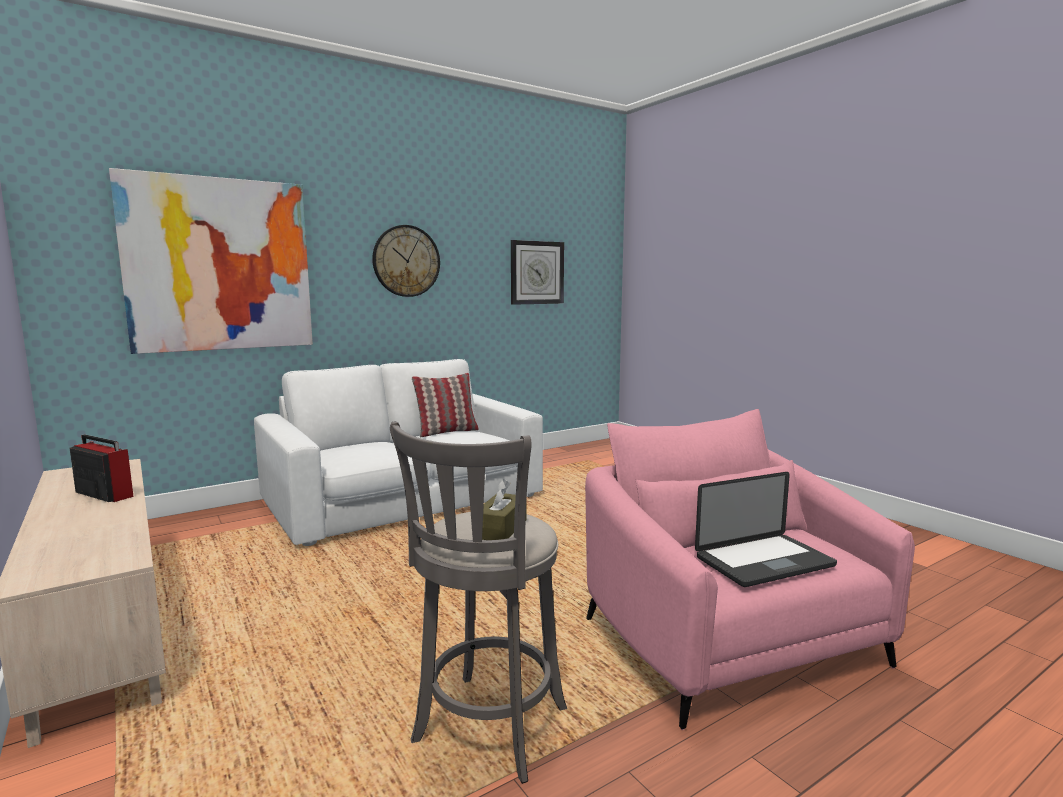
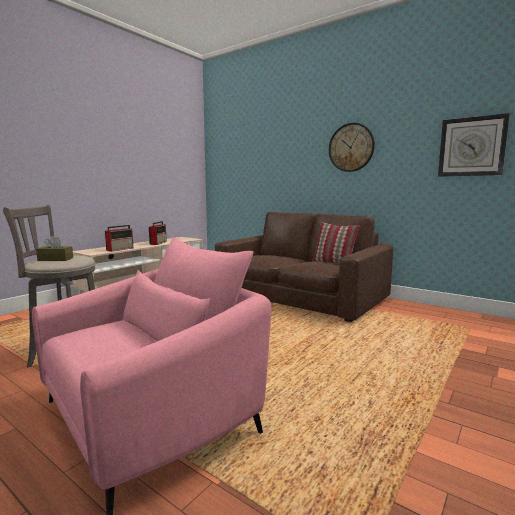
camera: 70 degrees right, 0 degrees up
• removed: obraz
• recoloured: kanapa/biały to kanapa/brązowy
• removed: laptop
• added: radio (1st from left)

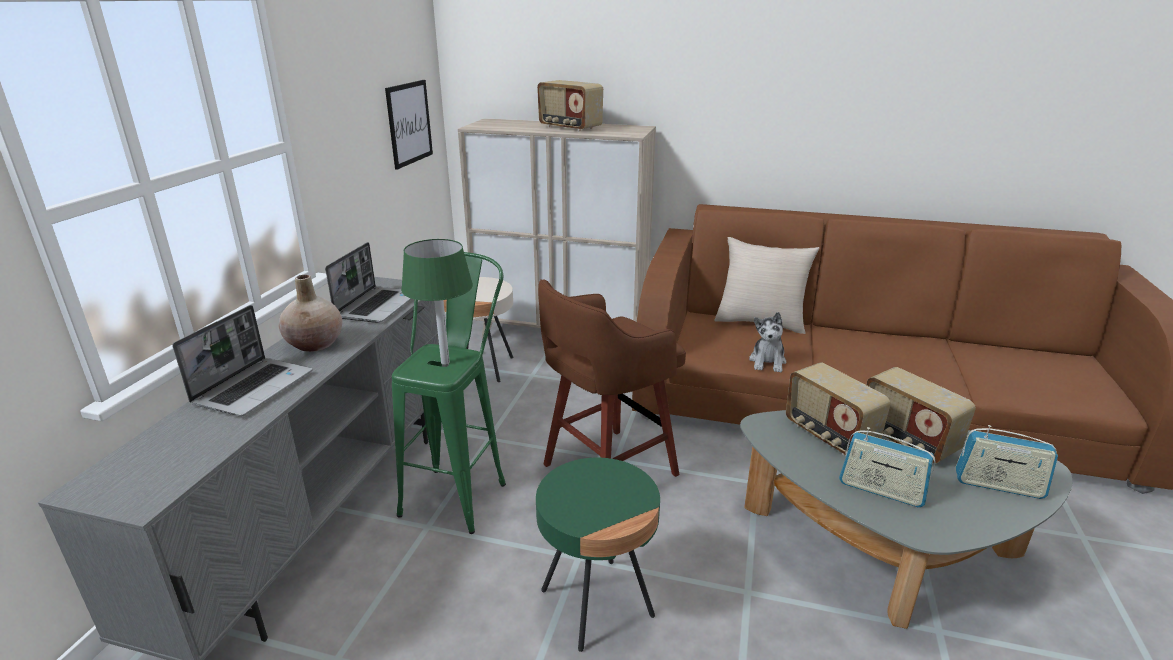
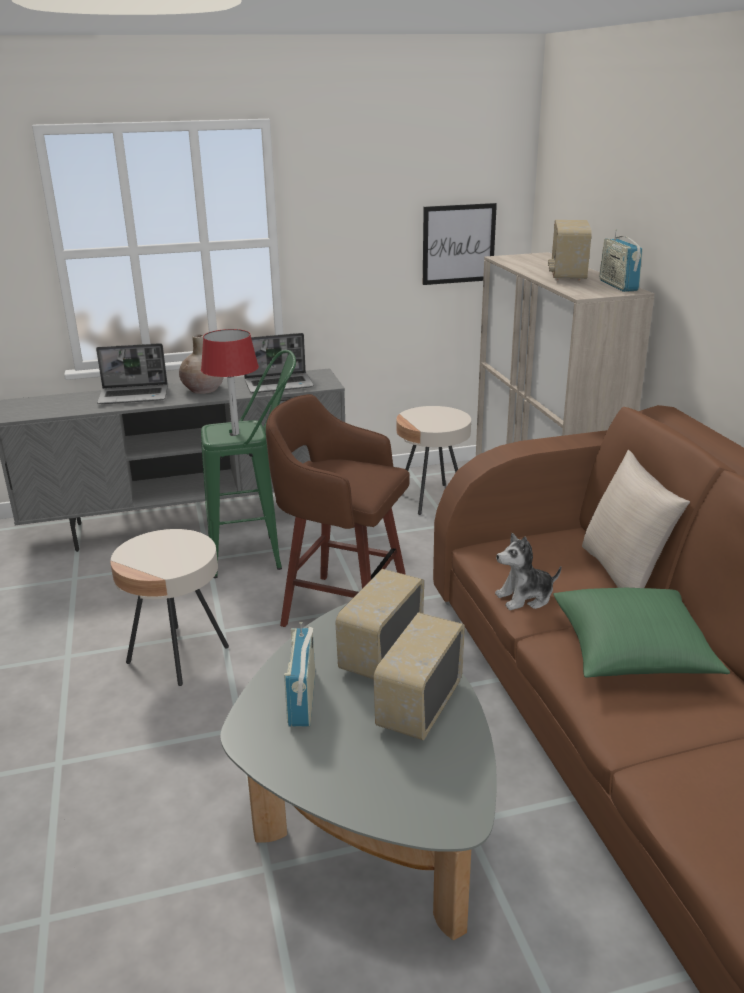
camera: 60 degrees right, 0 degrees up
• recoloured: lampa stołowa/zielony to lampa stołowa/czerwony
• recoloured: stolik/zielony to stolik/beżowy (1st from left)
• moved: radio (5th from left)
• added: poduszka/zielony

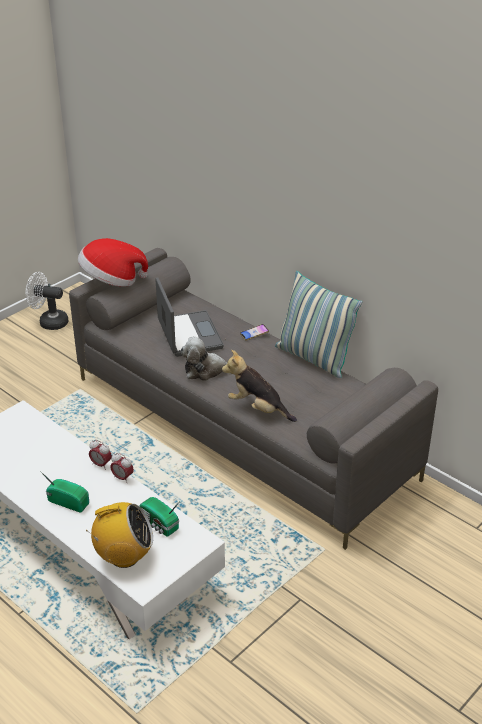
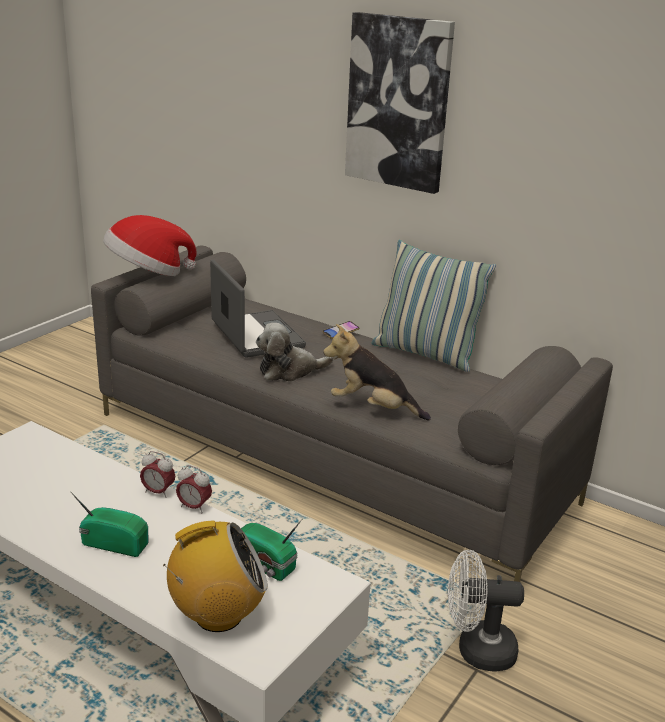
camera: 10 degrees left, 10 degrees down
• moved: wentylator/biały
• added: obraz

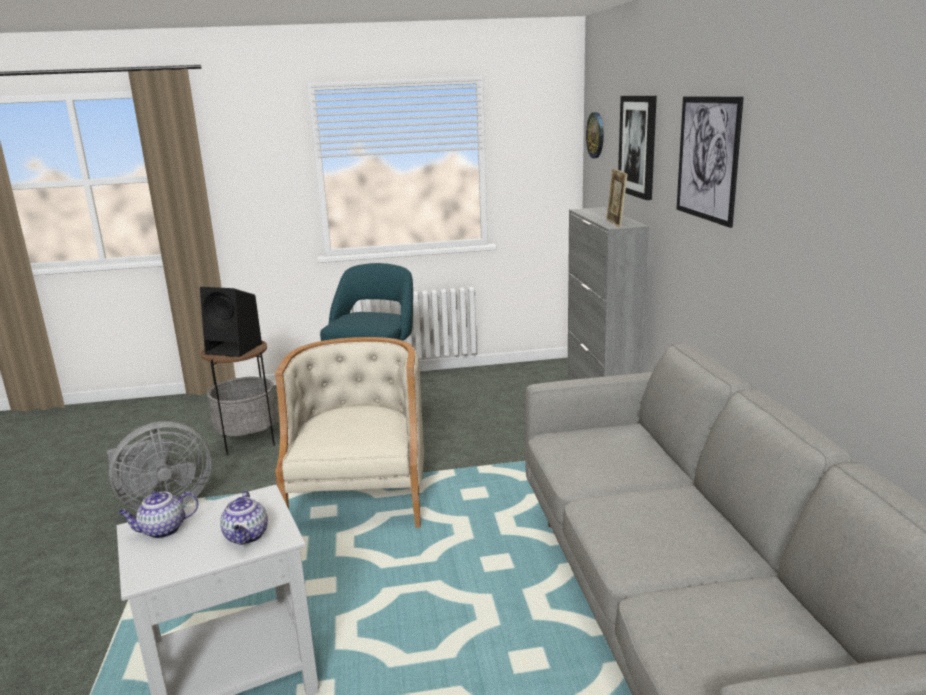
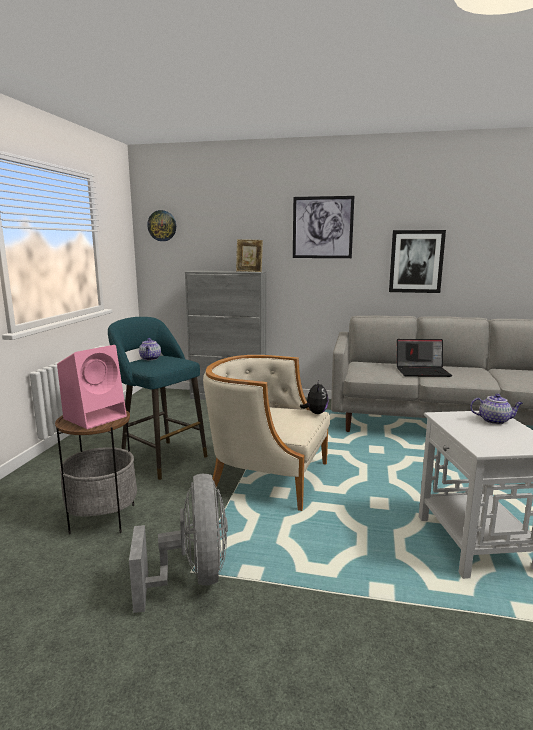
camera: 70 degrees left, 5 degrees down
• moved: imbryk (1st from left)
• recoloured: głośnik/czarny to głośnik/różowy
• moved: obraz (1st from left in the first image) to obraz (2nd from left)
• added: pluszak
• added: laptop

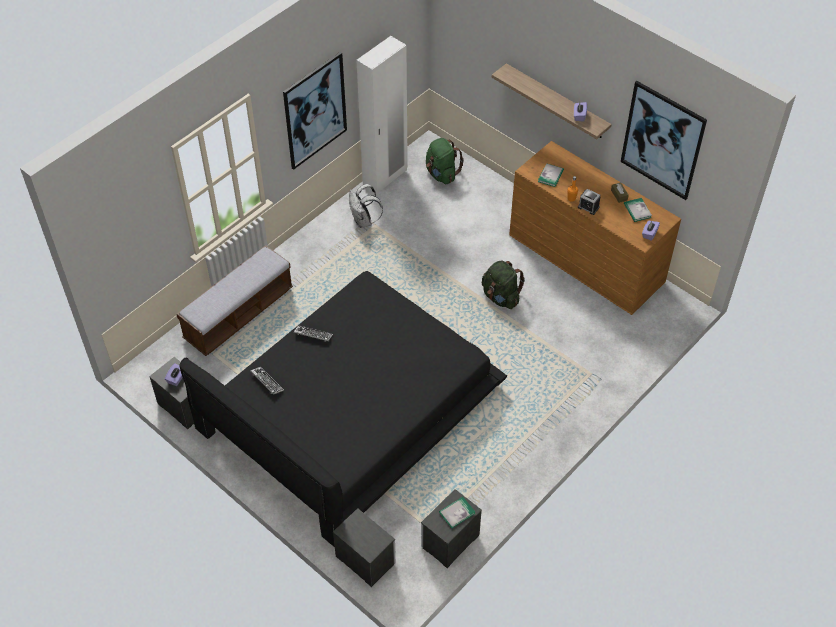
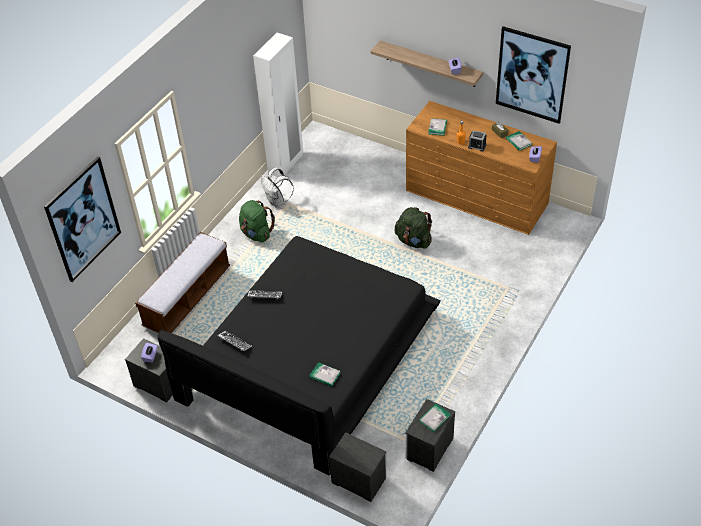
camera: 10 degrees left, 5 degrees down
• moved: obraz (1st from left)
• moved: plecak/zielony (1st from left)
• added: książka (1st from left)

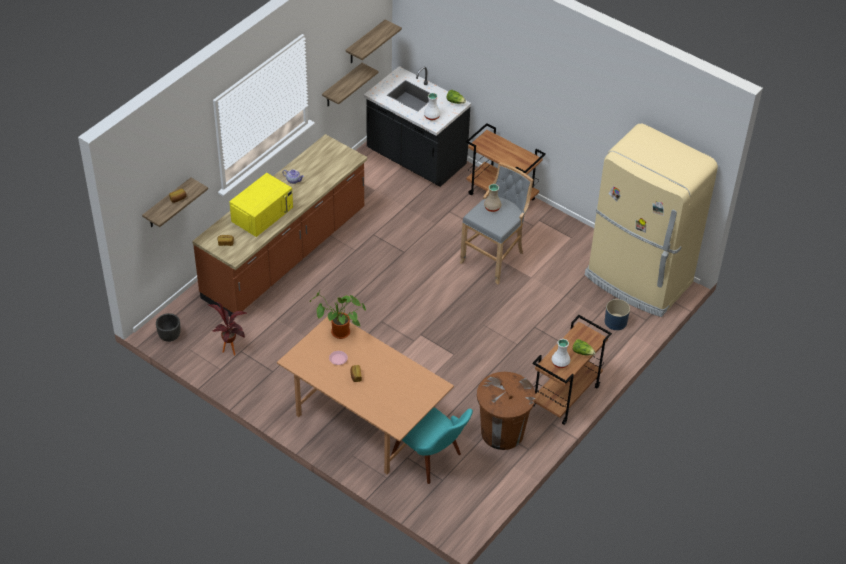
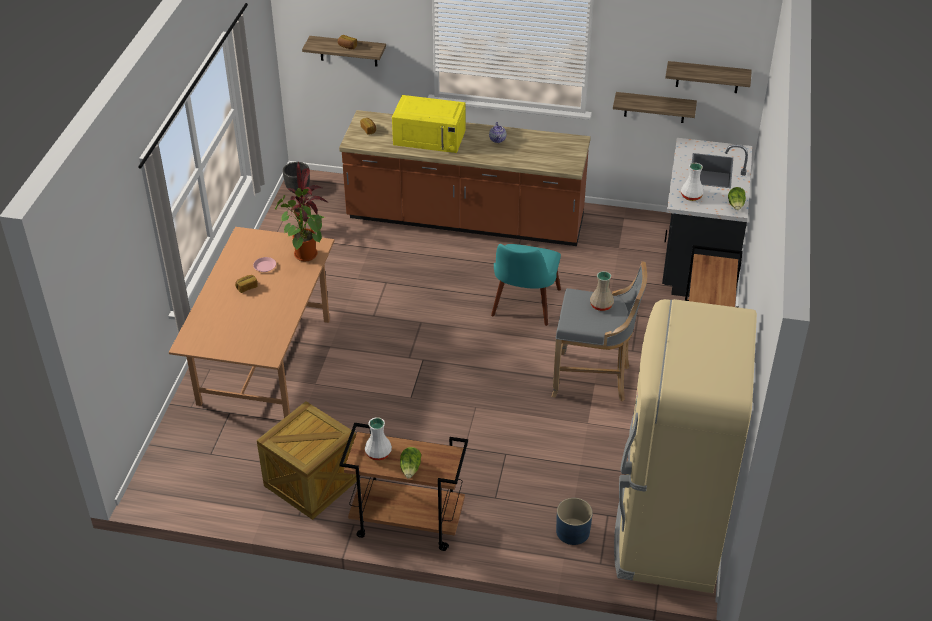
camera: 65 degrees right, 5 degrees down
• moved: krzesło/turkusowy
• replaced: kosz na śmieci/brązowy to skrzynka

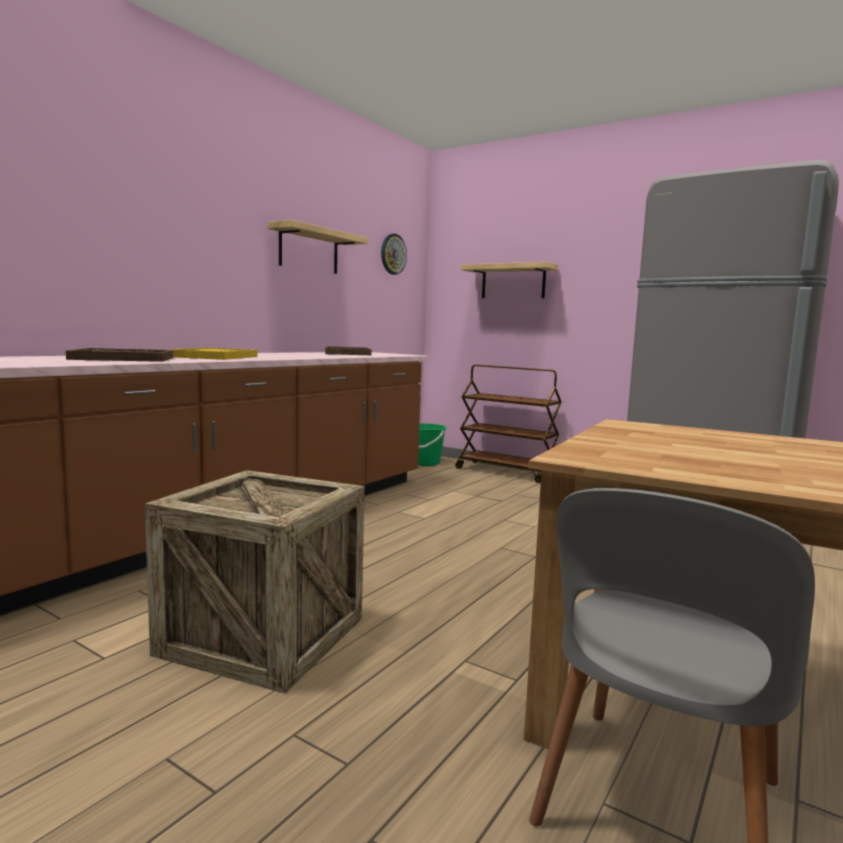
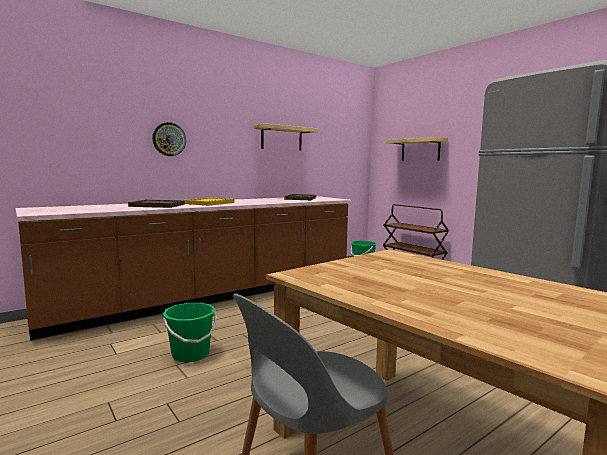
camera: 20 degrees right, 0 degrees up
• replaced: skrzynka to wiadro/zielony (1st from left)
• moved: zegar ścienny

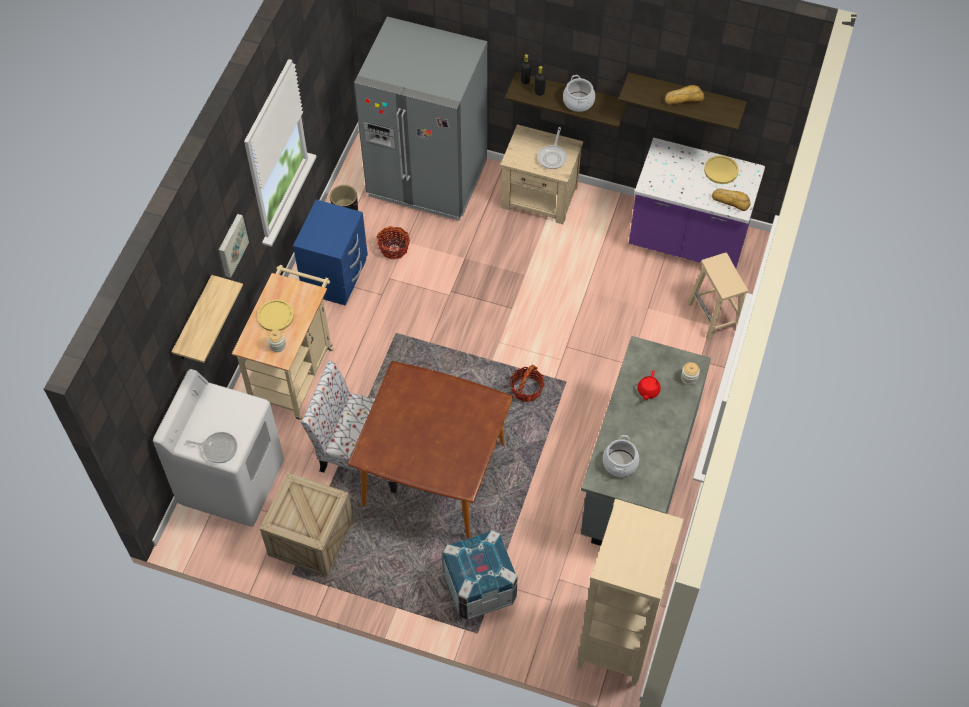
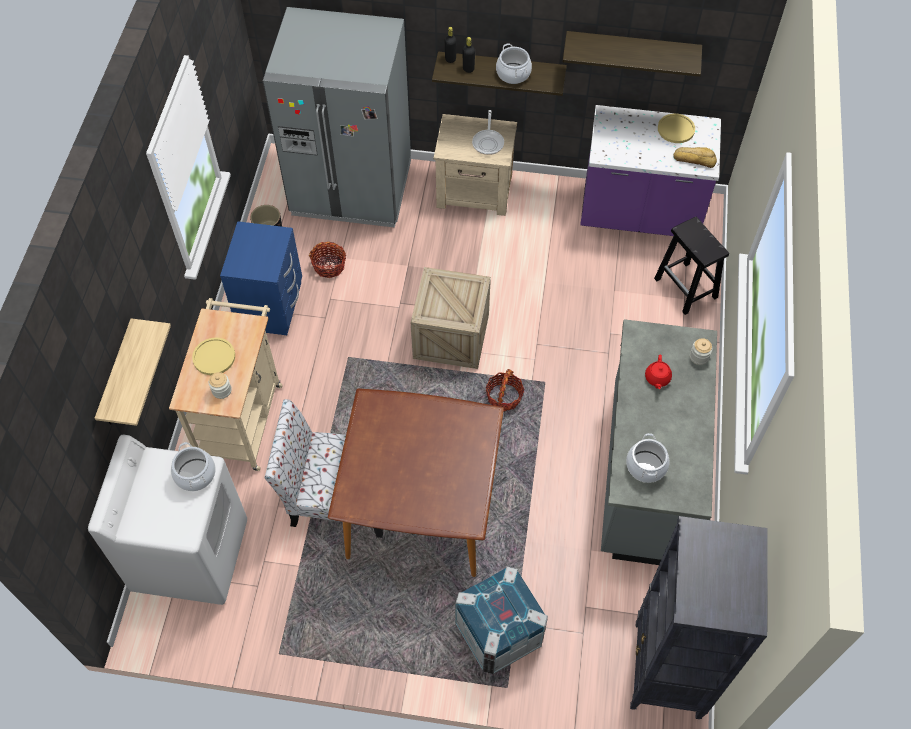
camera: 10 degrees left, 0 degrees up
• removed: patelnia (1st from left)
• removed: obraz
• moved: skrzynka (1st from left)
• recoloured: regał/beżowy to regał/czarny
• removed: chleb (1st from left)
• recoloured: stołek/beżowy to stołek/czarny
• added: garnek (1st from left)

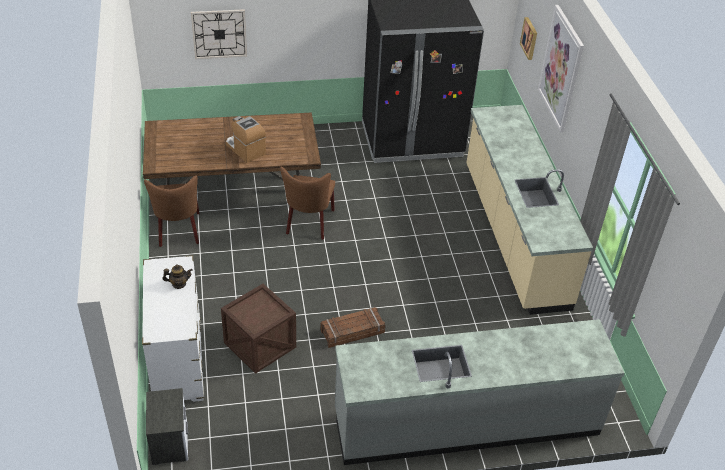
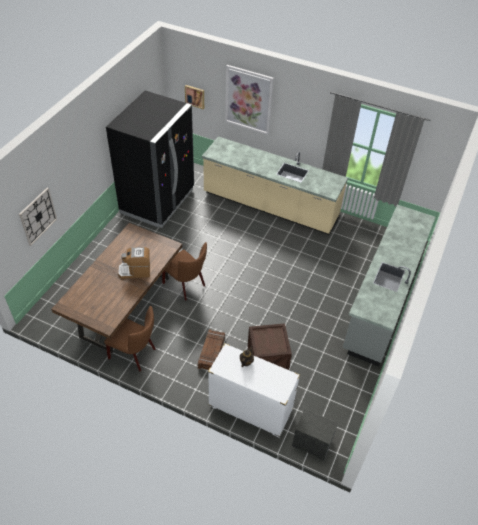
camera: 55 degrees left, 5 degrees up
• moved: skrzynka (2nd from left in the first image) to skrzynka (1st from left)

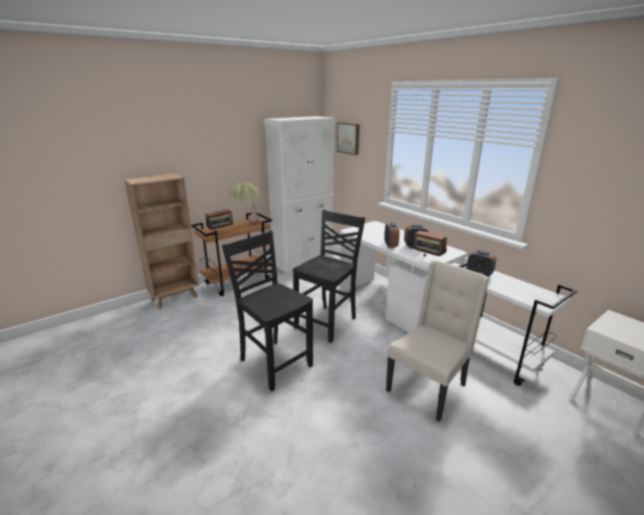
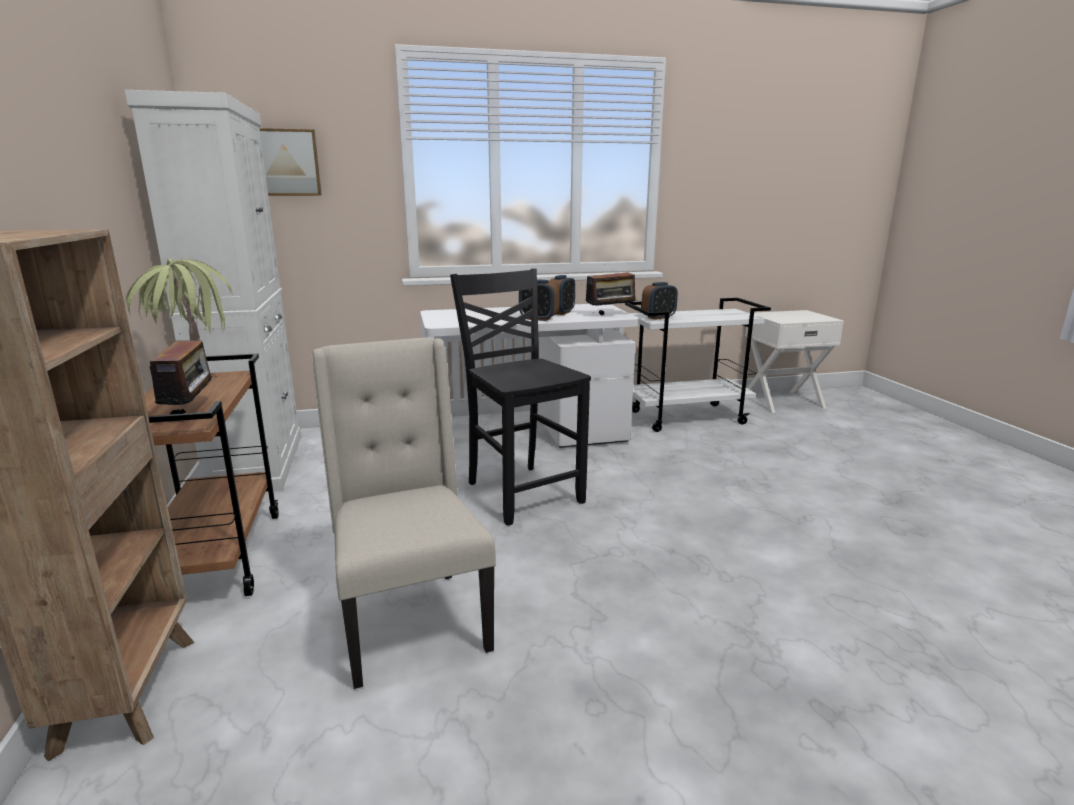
camera: 65 degrees left, 5 degrees down
• removed: krzesło/czarny (1st from left)
• moved: krzesło/beżowy

